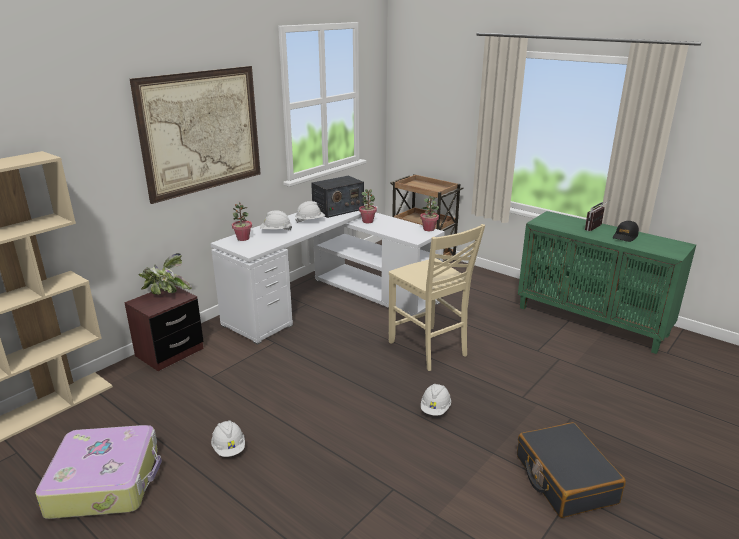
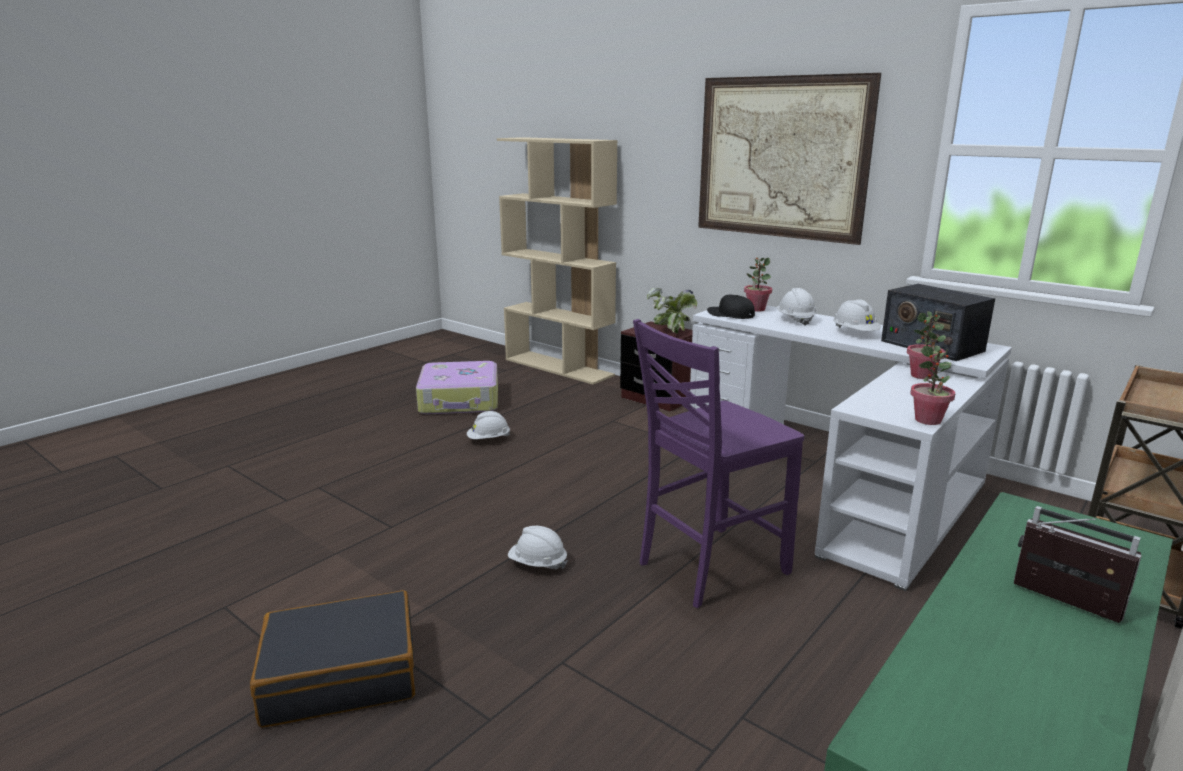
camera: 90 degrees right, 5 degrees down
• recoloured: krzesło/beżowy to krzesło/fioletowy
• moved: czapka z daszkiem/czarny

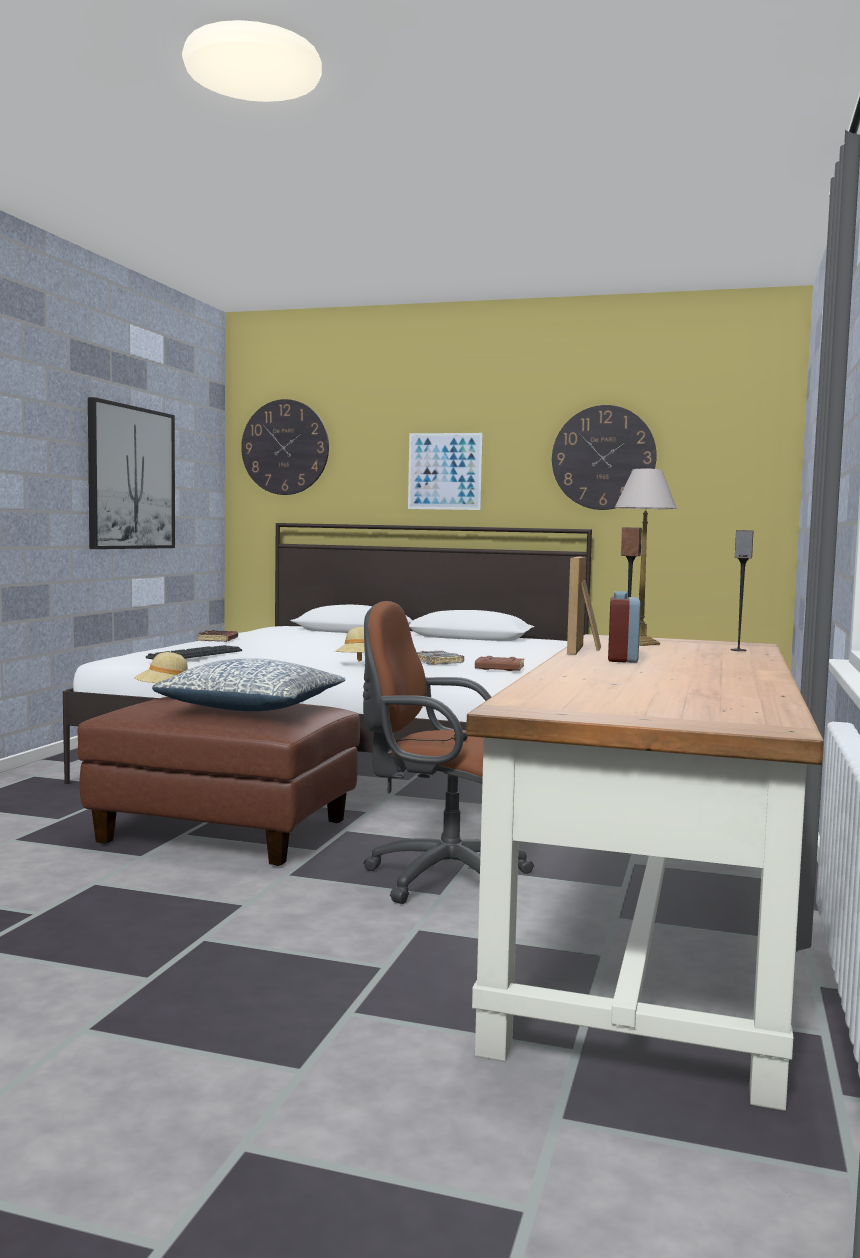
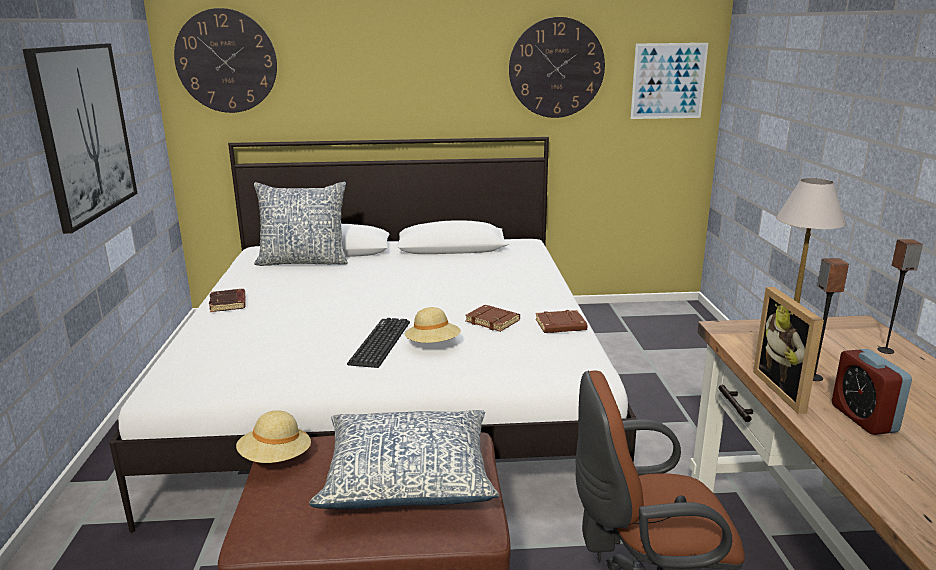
camera: 20 degrees left, 15 degrees up
• moved: klawiatura
• moved: obraz (2nd from left)
• recoloured: książka/szary to książka/brązowy (2nd from left)
• added: poduszka (1st from left)

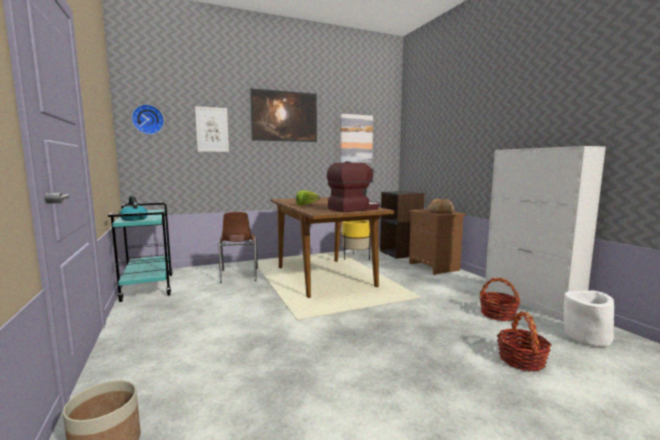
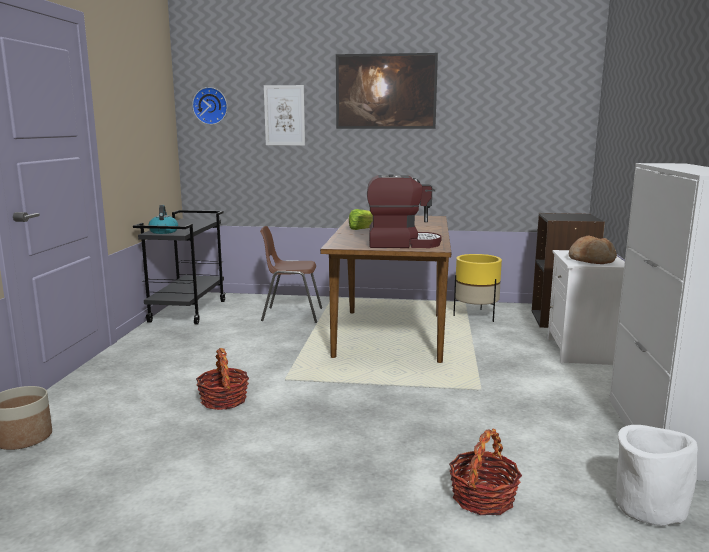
camera: 30 degrees right, 5 degrees up
• recoloured: wózek/turkusowy to wózek/czarny
• turned: krzesło/brązowy 75 degrees clockwise
• removed: obraz (3rd from left)
• recoloured: szafka nocna/brązowy to szafka nocna/biały
• moved: koszyk (1st from left)

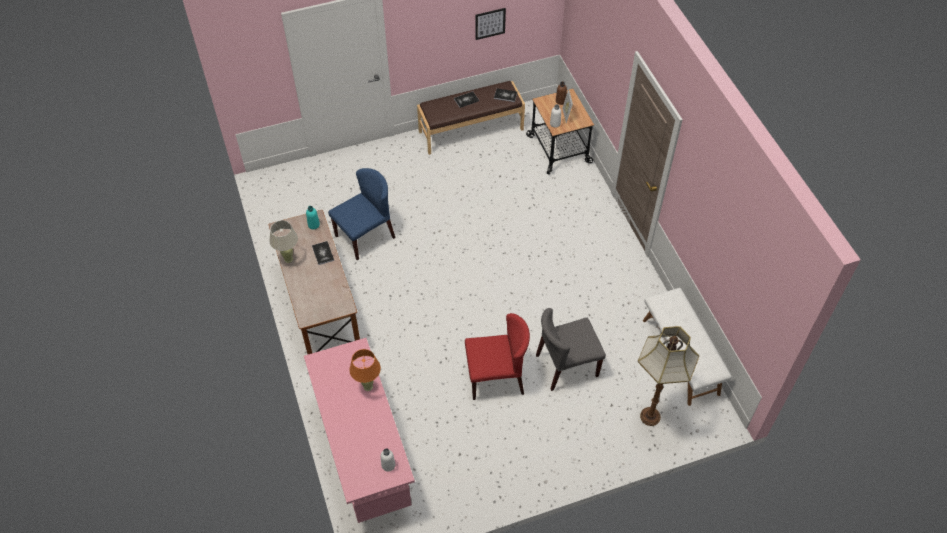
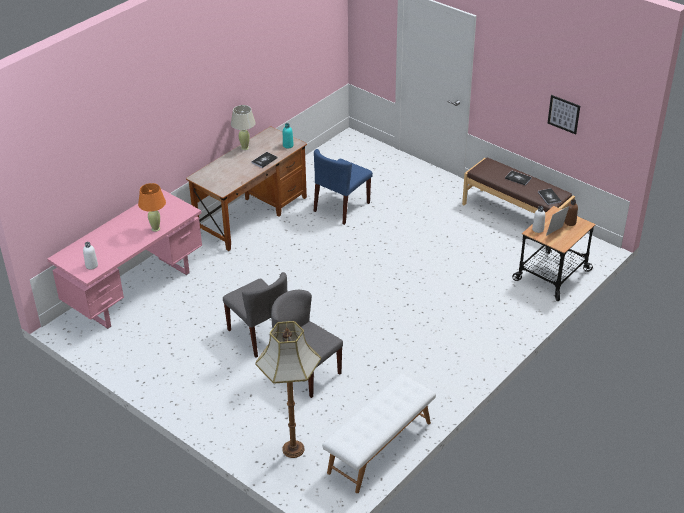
camera: 60 degrees right, 15 degrees down
• turned: krzesło/niebieski 105 degrees clockwise
• recoloured: krzesło/czerwony to krzesło/szary (1st from left)

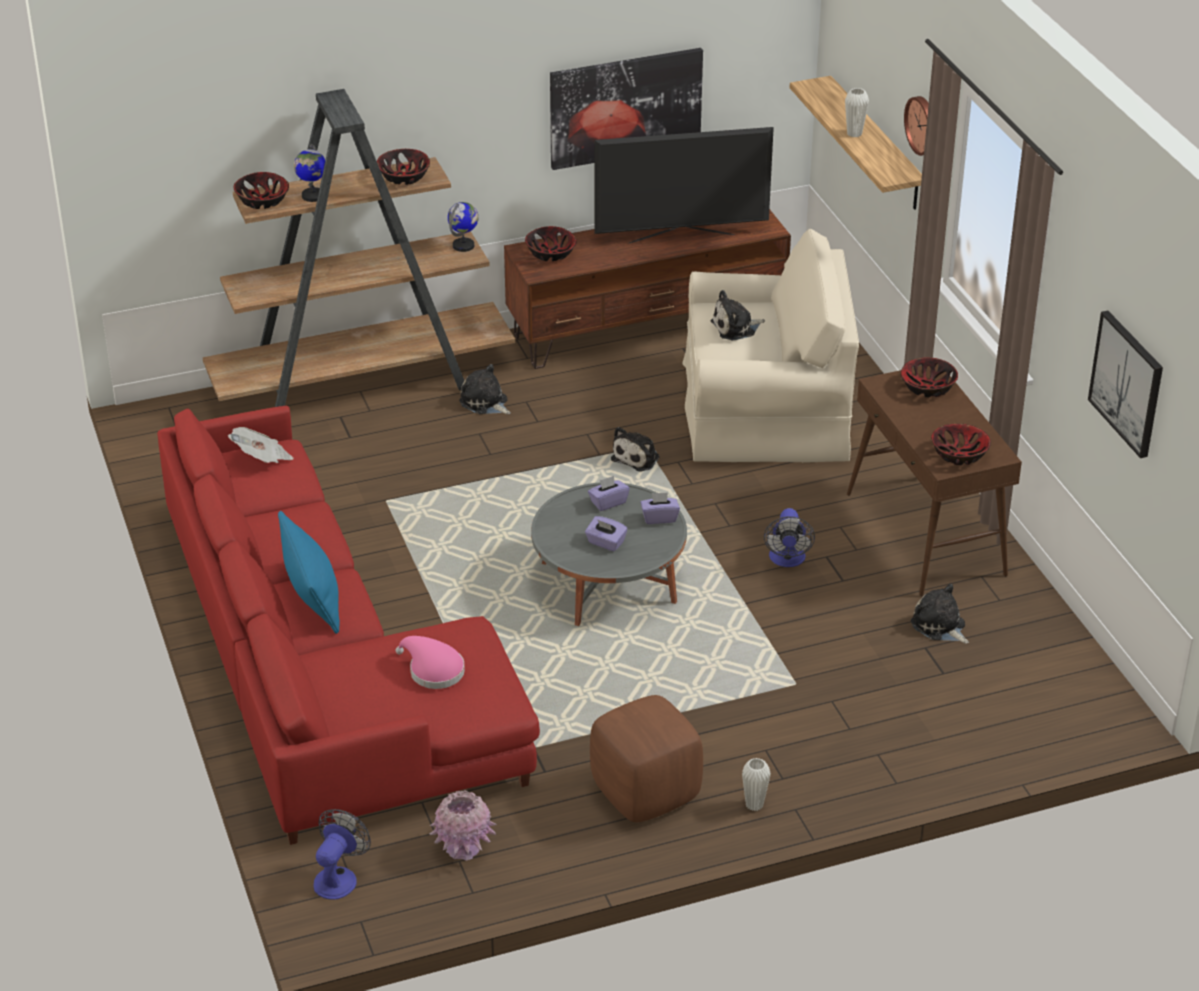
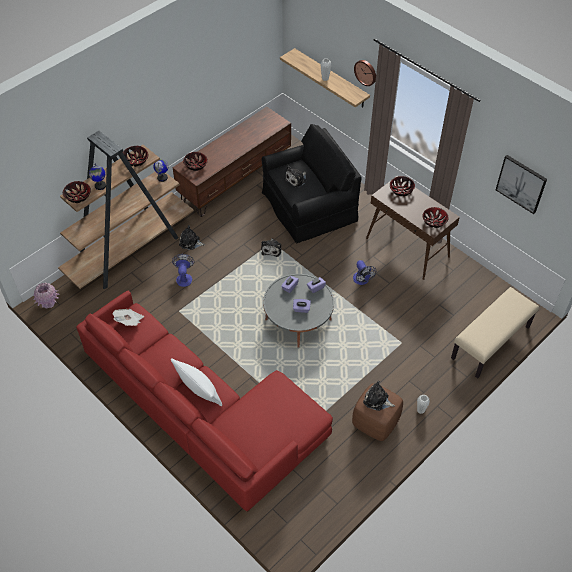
camera: 25 degrees left, 15 degrees up
• recoloured: poduszka/niebieski to poduszka/biały
• moved: wentylator (1st from left)
• removed: kapelusz/różowy
• moved: wazon/różowy
• removed: obraz (1st from left)
• removed: telewizor
• recoloured: fotel/beżowy to fotel/czarny
• moved: pluszak (4th from left)
• added: ławka/beżowy

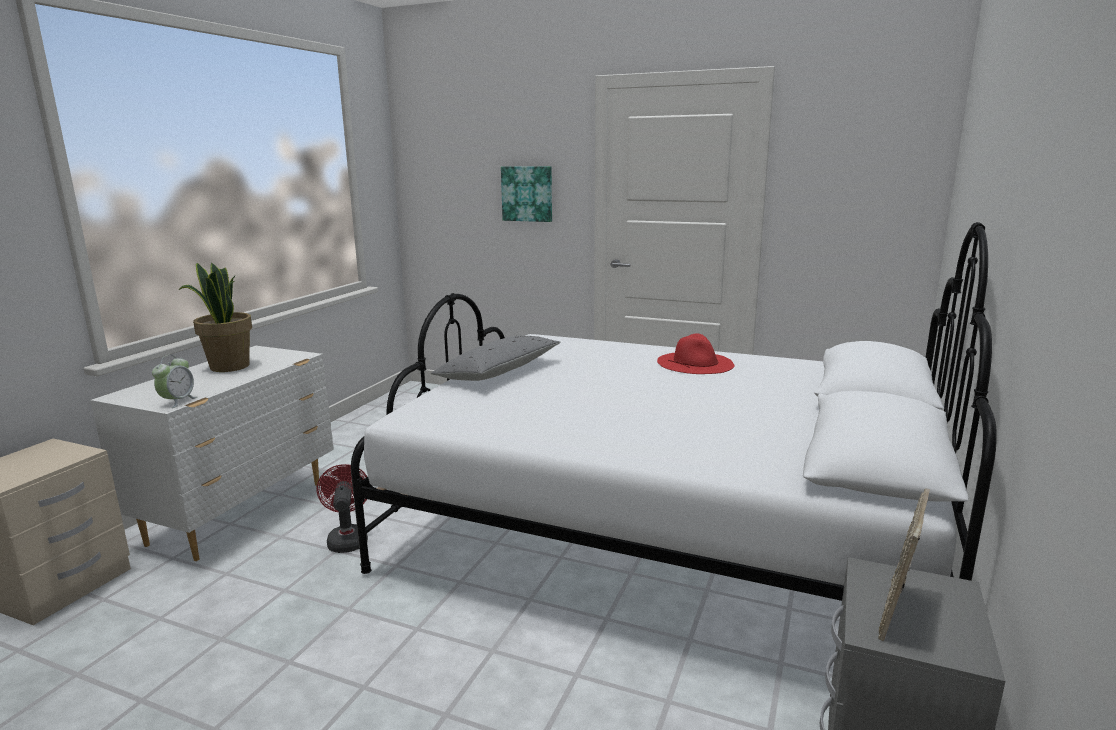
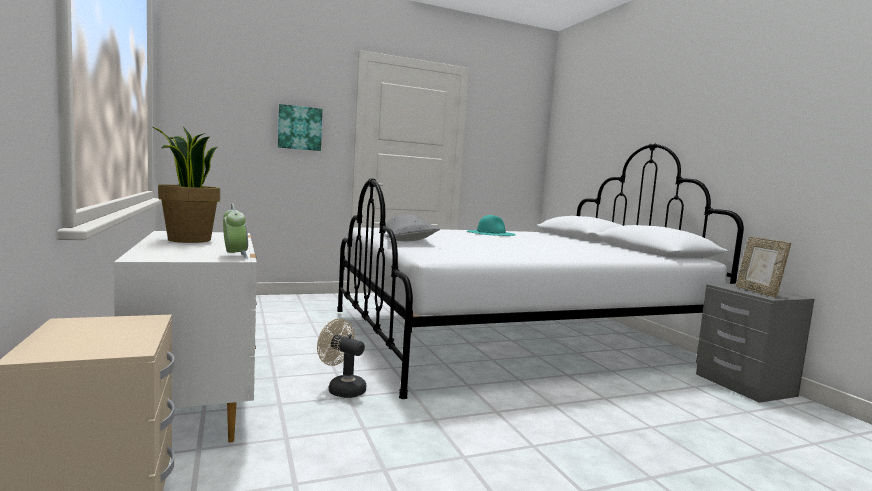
camera: 45 degrees left, 10 degrees down
• recoloured: wentylator/czerwony to wentylator/beżowy
• recoloured: kapelusz/czerwony to kapelusz/turkusowy

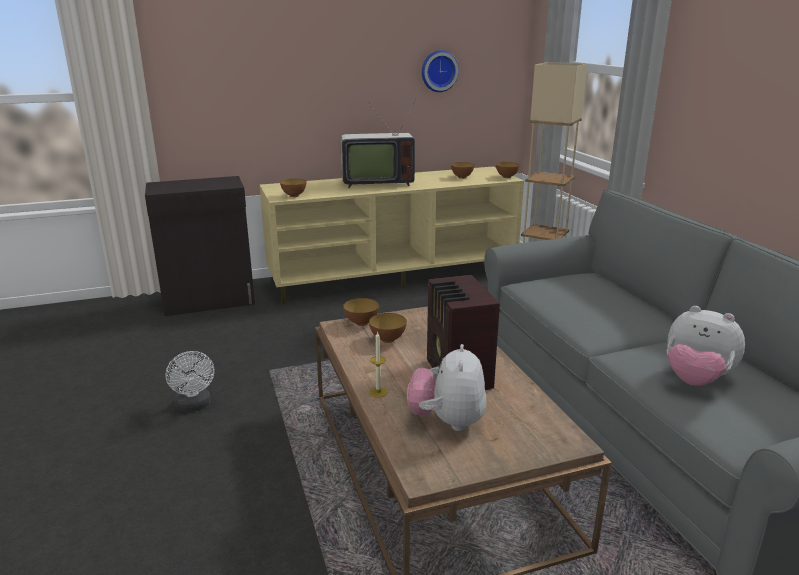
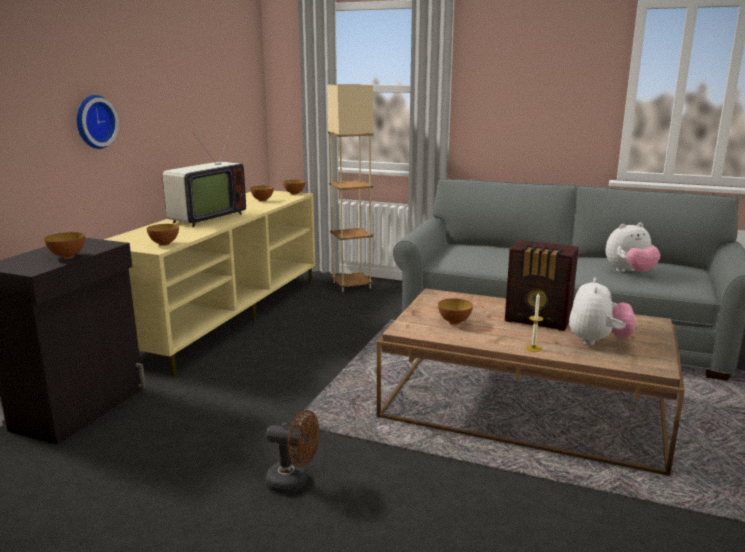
camera: 50 degrees left, 5 degrees down
• recoloured: wentylator/biały to wentylator/brązowy
• moved: miska (2nd from left in the first image) to miska (1st from left)
• turned: pluszak (1st from left) 120 degrees counterclockwise
• moved: zegar ścienny

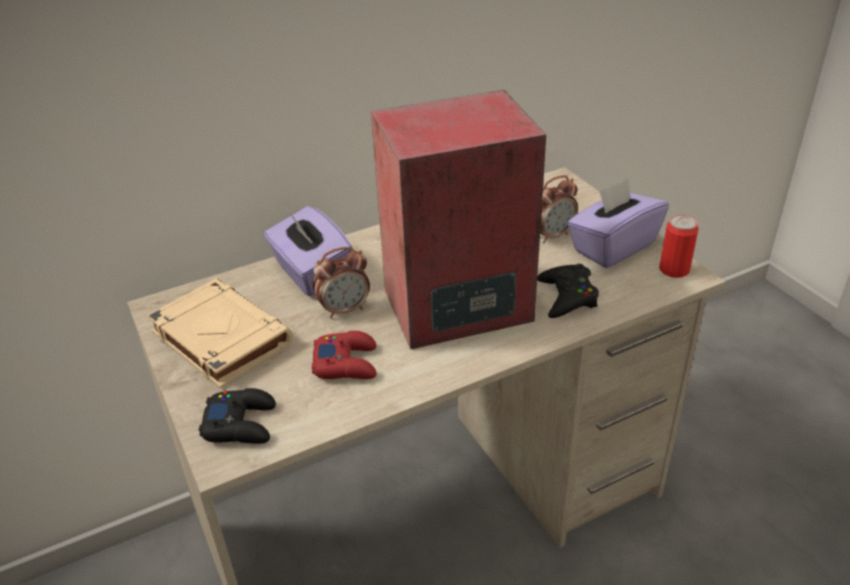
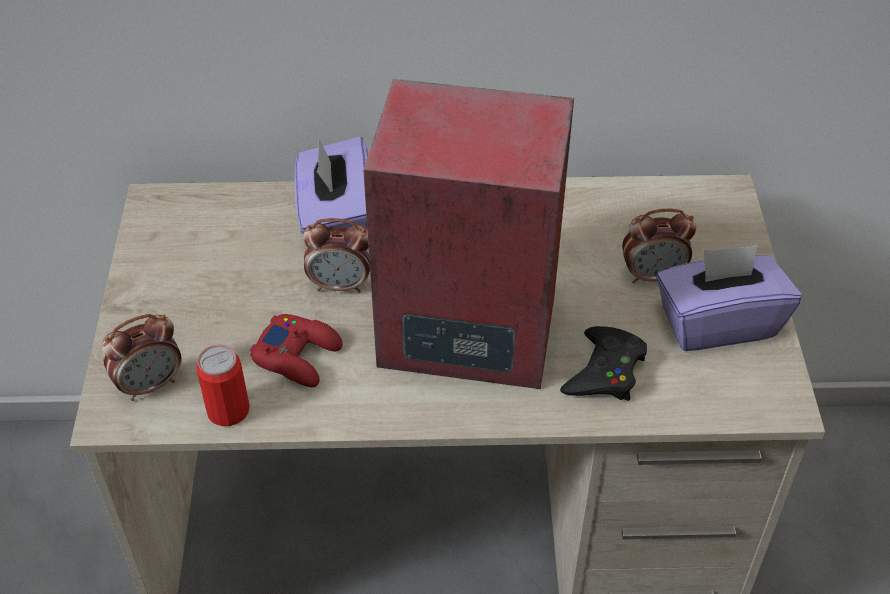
camera: 25 degrees right, 10 degrees up
• removed: książka/beżowy
• replaced: pad do gier/czarny (1st from left) to budzik (1st from left)
• moved: puszka

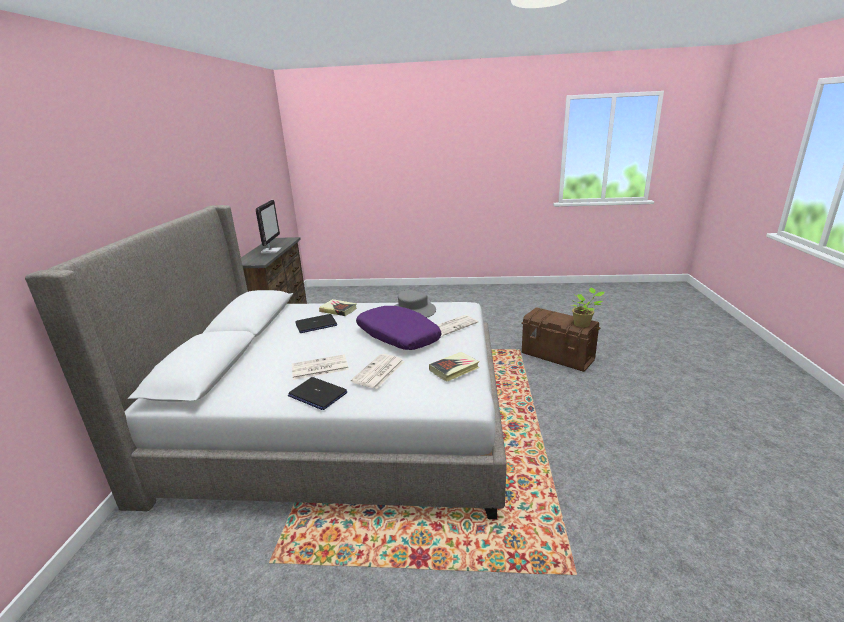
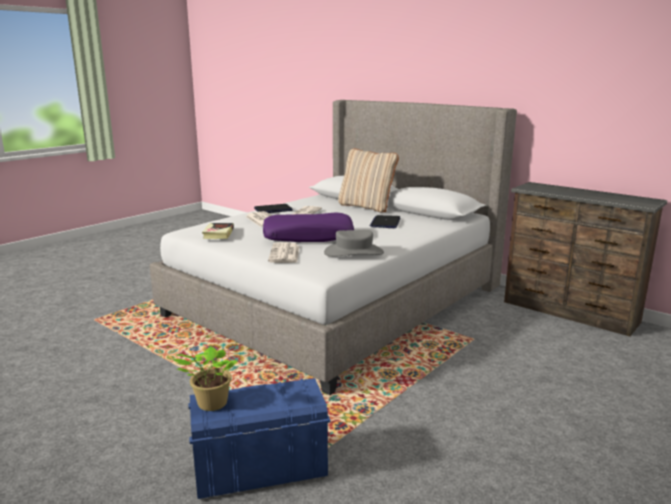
camera: 125 degrees right, 5 degrees down
• removed: monitor
• removed: książka (1st from left)
• recoloured: pojemnik do przechowywania/brązowy to pojemnik do przechowywania/niebieski
• added: poduszka/beżowy

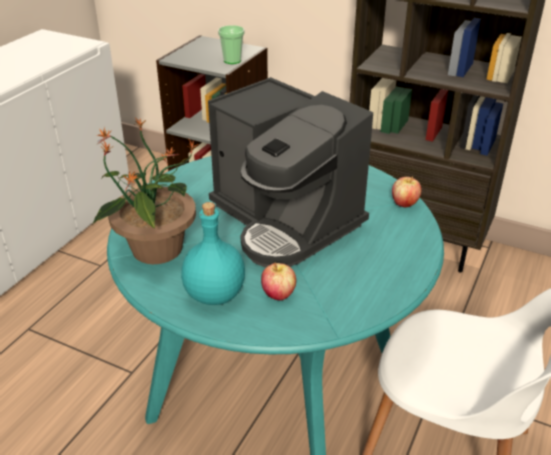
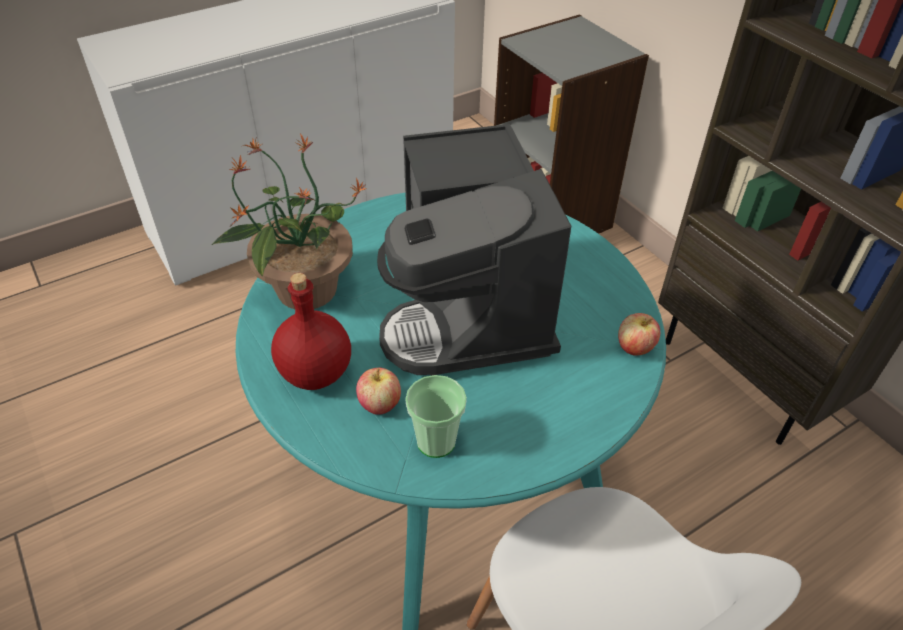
camera: 30 degrees right, 10 degrees up
• recoloured: butelka/turkusowy to butelka/czerwony
• moved: filiżanka

